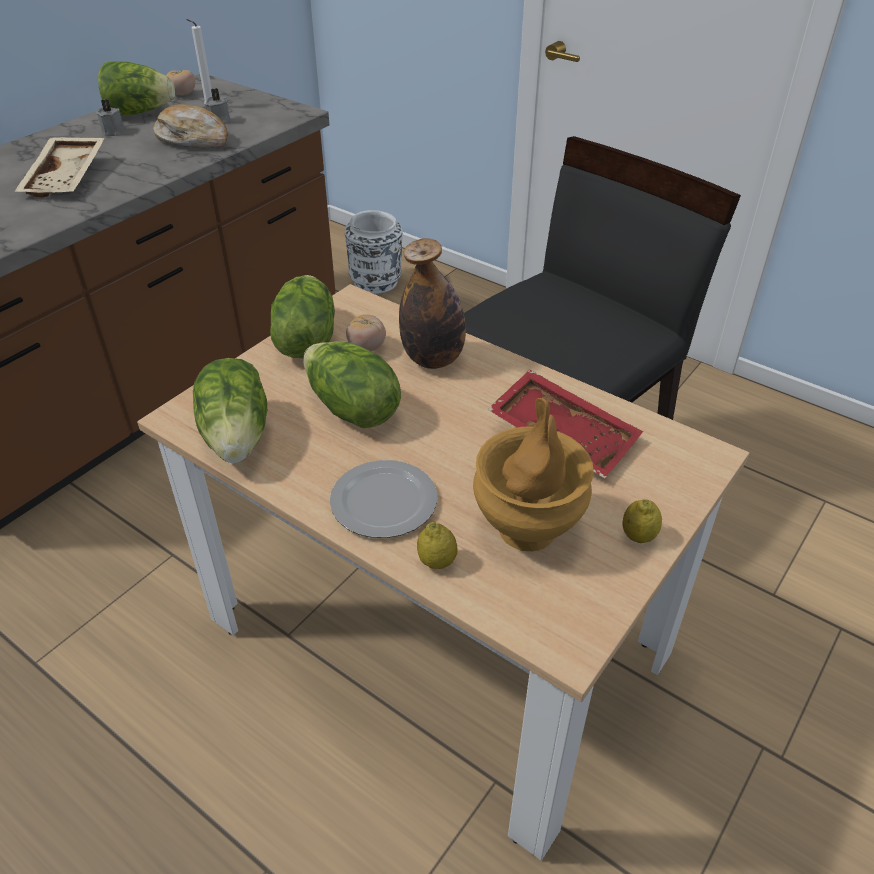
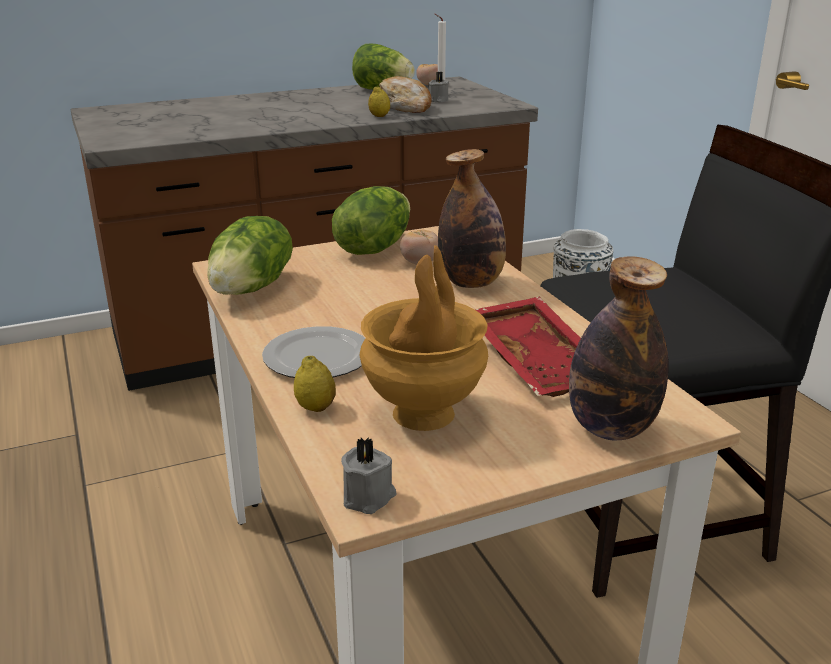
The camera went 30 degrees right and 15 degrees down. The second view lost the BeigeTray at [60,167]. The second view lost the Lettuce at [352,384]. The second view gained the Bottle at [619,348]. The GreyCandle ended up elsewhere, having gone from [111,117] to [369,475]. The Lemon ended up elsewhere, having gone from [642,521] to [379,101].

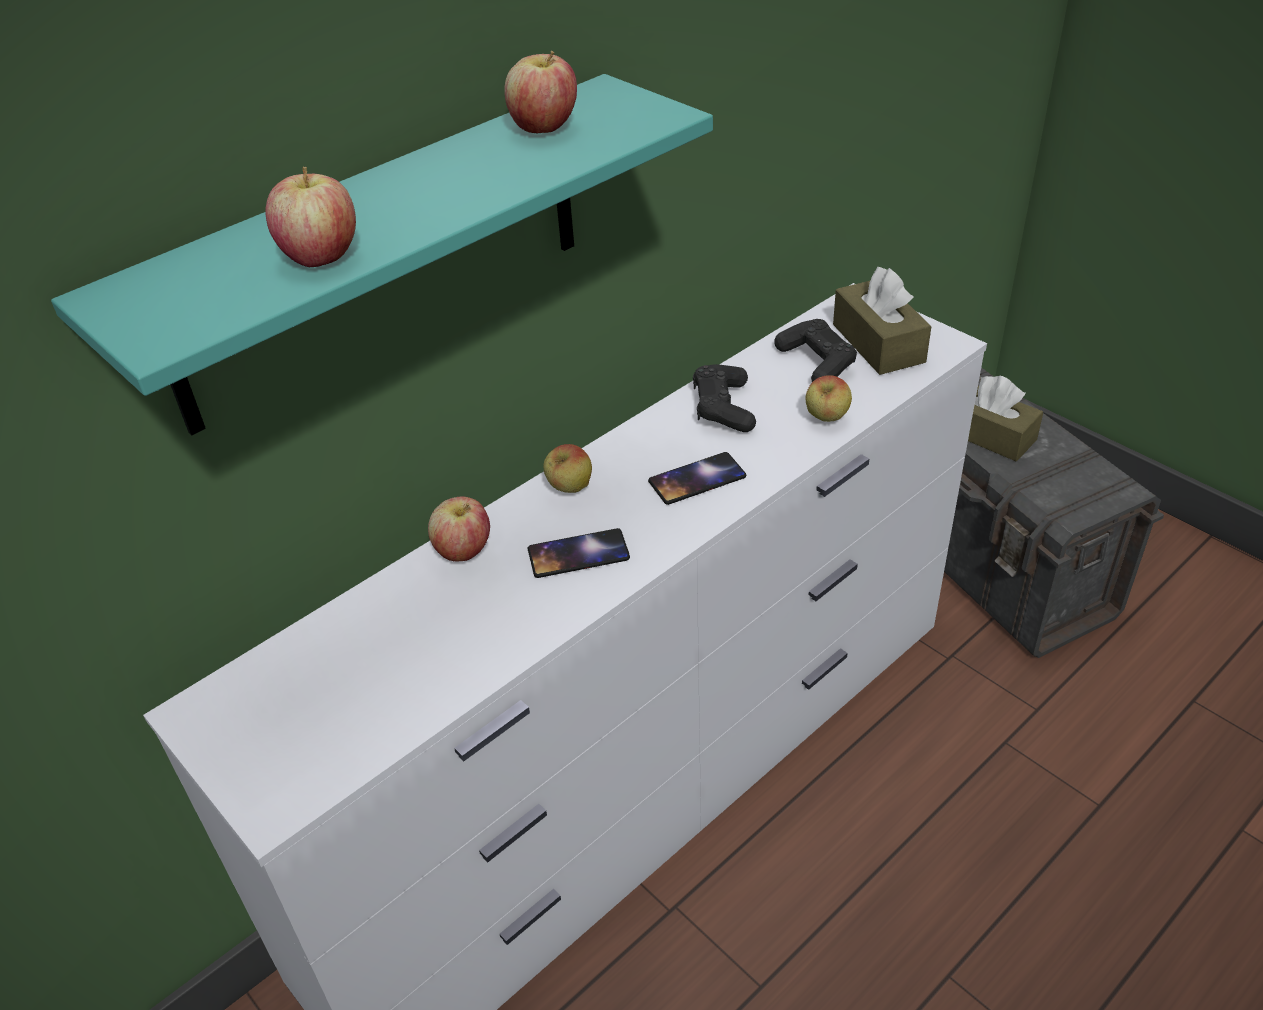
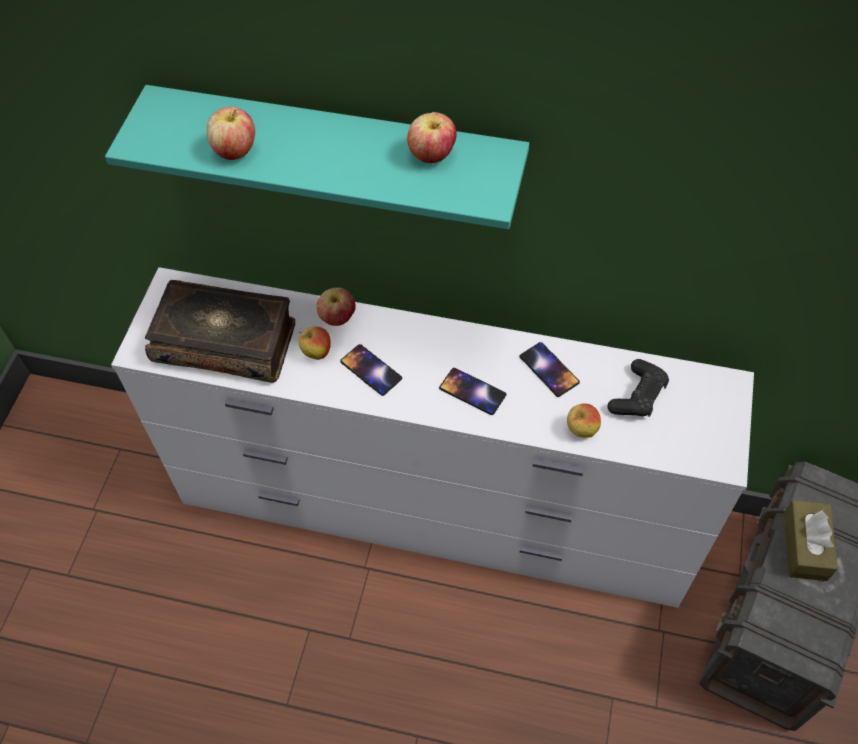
The camera went 55 degrees right and 15 degrees up. The second view lost the BrownTissueBox at [882,321]. The second view gained the Book at [220,331]. The Apple ended up elsewhere, having gone from [567,468] to [315,343]. Where the BlackGameController stood at [724,398], the Phone came to stand at [550,369].

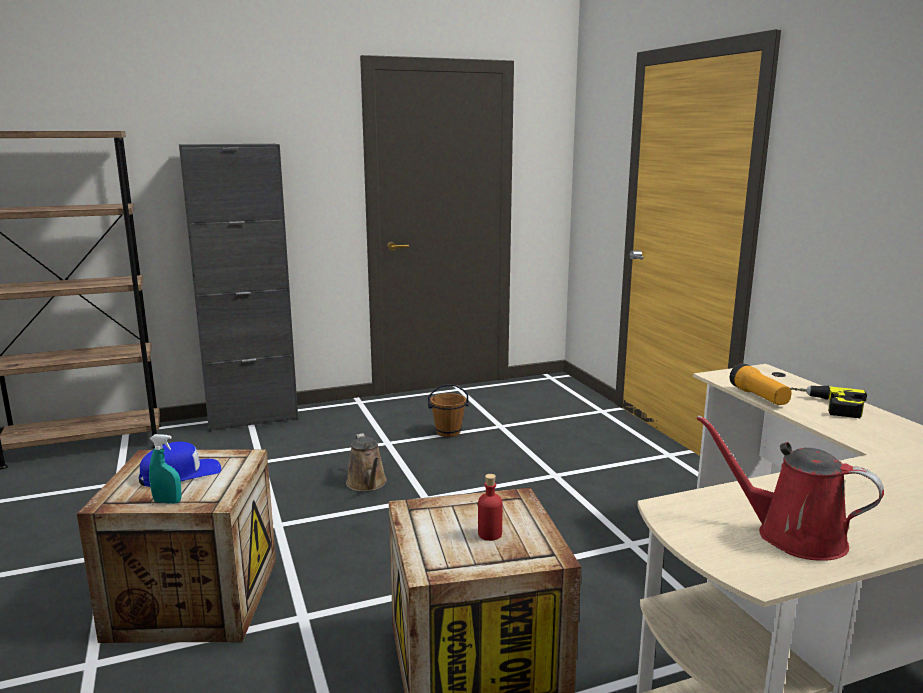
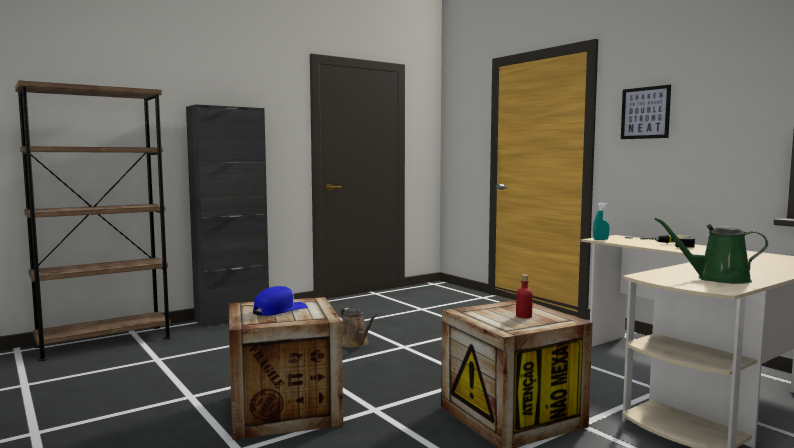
The camera went 15 degrees left and 10 degrees down. The second view lost the BrownBucket at [448,410]. The second view lost the Flashlight at [760,384]. The second view gained the Picture at [646,112]. The TurquoiseSprayBottle ended up elsewhere, having gone from [165,469] to [601,221]. What was the RedWateringCan at [790,488] turned into the GreenWateringCan at [711,250].

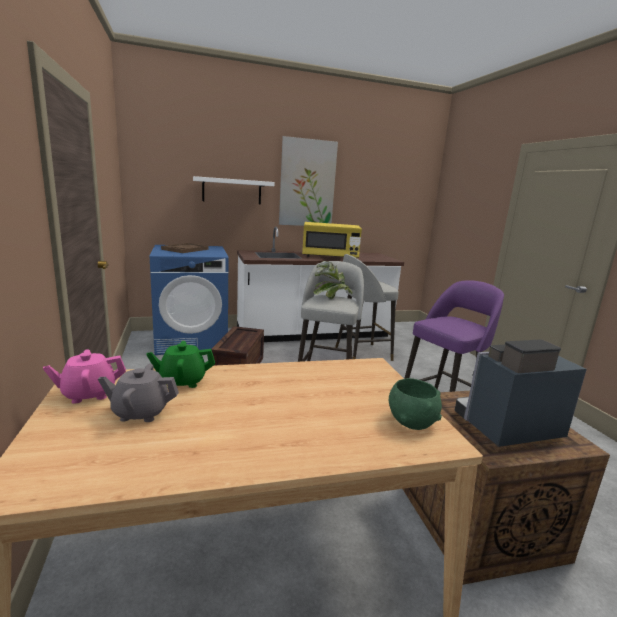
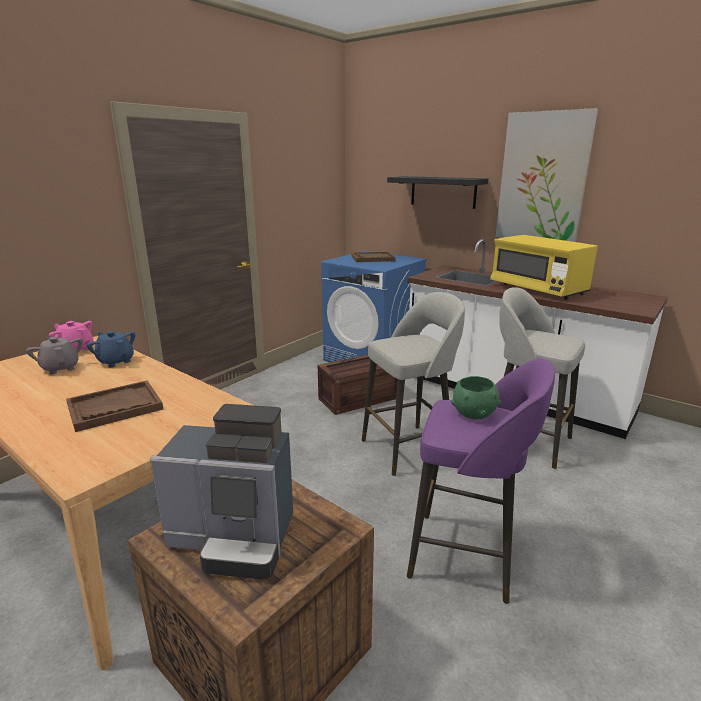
The camera went 55 degrees right and 5 degrees up. The second view lost the PottedPlant at [332,280]. The second view gained the BrownTray at [114,406]. The GreenBowl ended up elsewhere, having gone from [415,404] to [476,397]. What was the GreenTeapot at [180,364] turned into the BlueTeapot at [111,349]. What was the WhiteShelf at [234,190] turned into the BlackShelf at [437,192]. The CoffeeMachine at [521,393] ended up facing another way, 150 degrees clockwise from before.

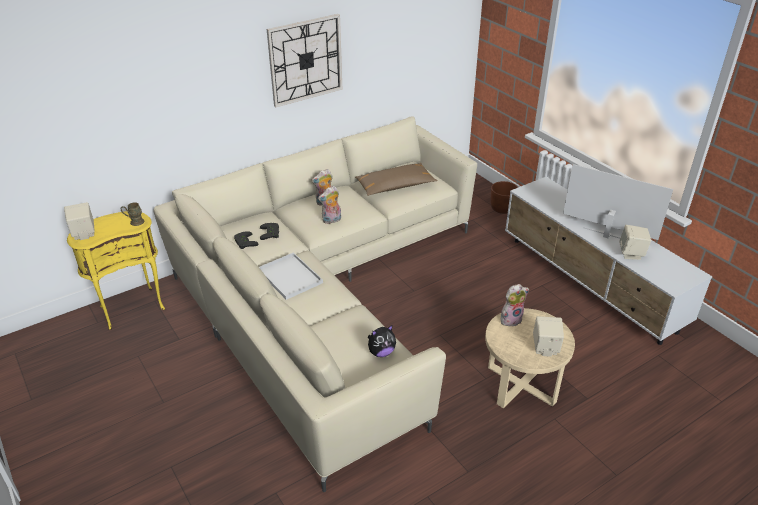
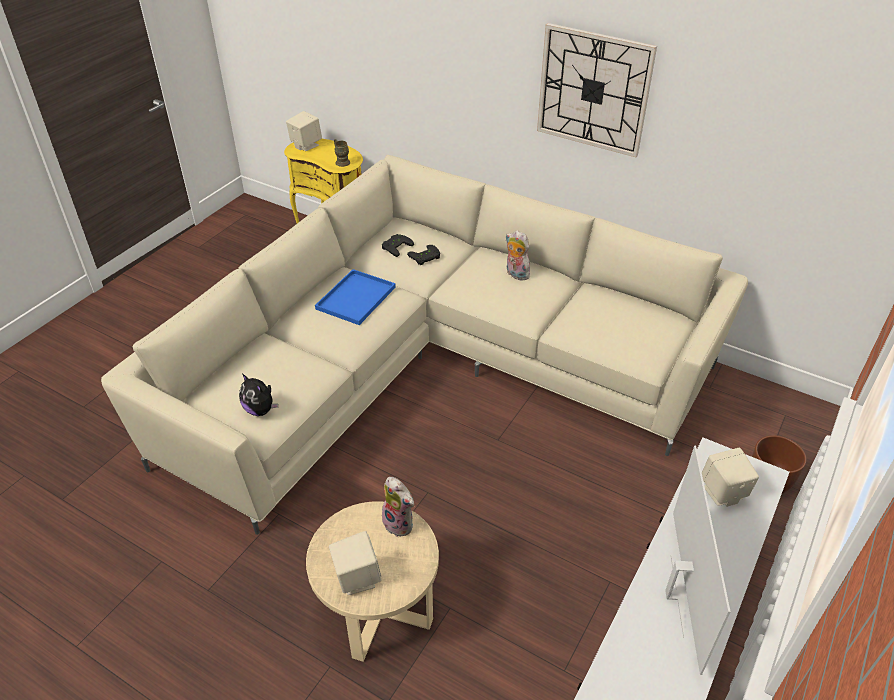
The camera went 65 degrees right and 5 degrees up. The second view lost the PlushToy at [329,205]. The second view lost the BrownPillow at [396,179]. The BeigeSpeaker ended up elsewhere, having gone from [635,242] to [730,477]. What was the WhiteTray at [291,276] turned into the BlueTray at [355,297].

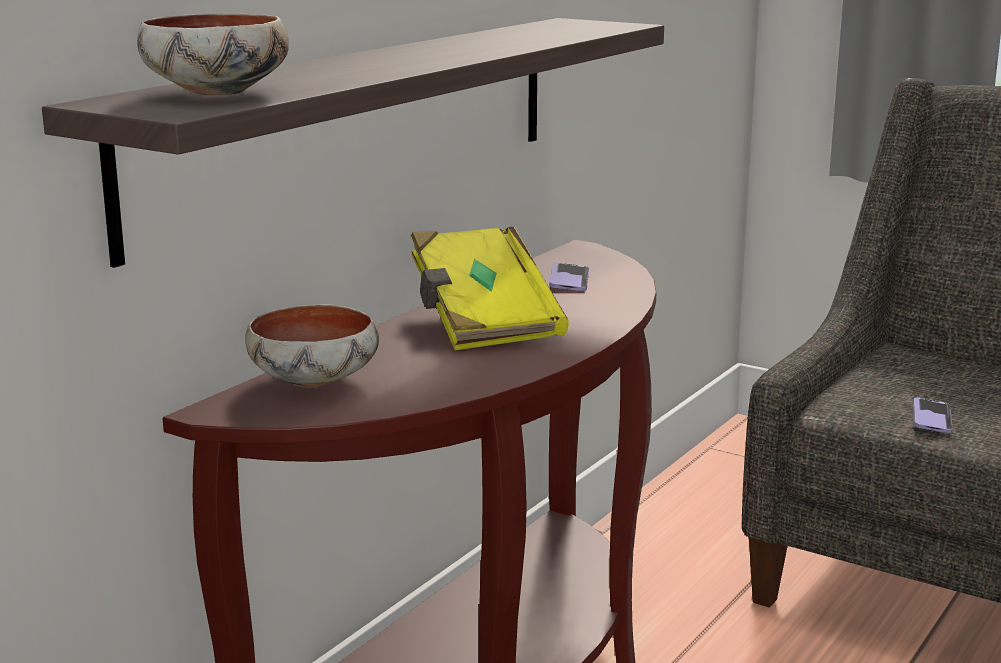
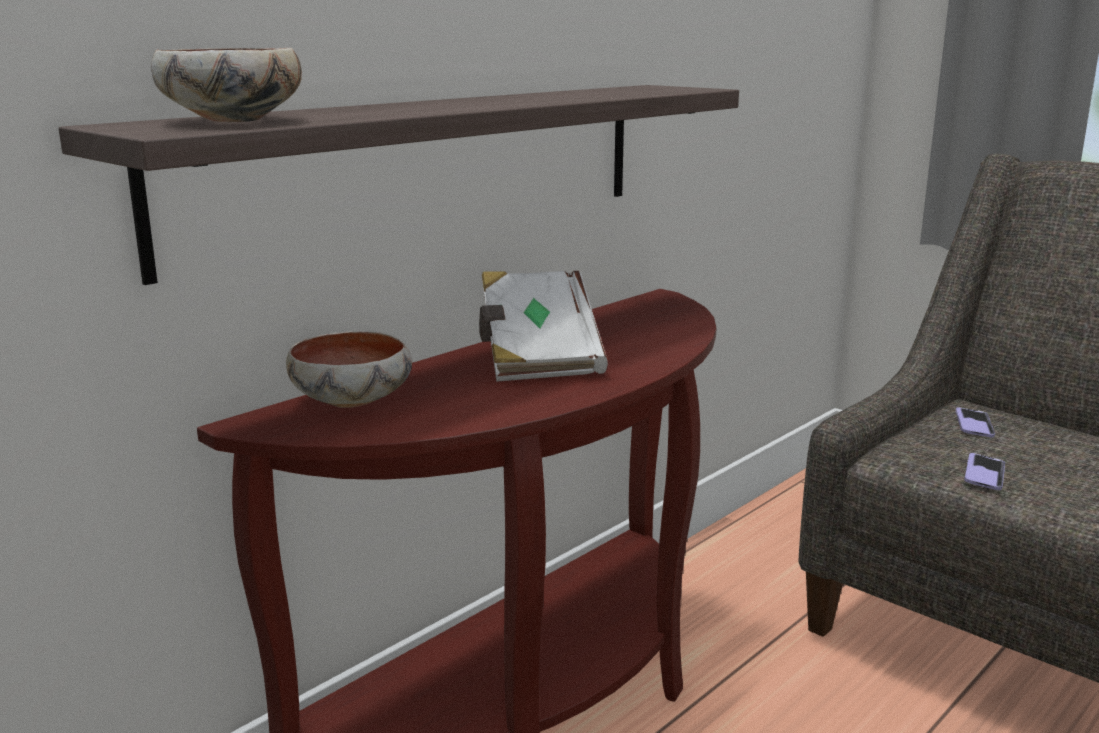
The camera went 10 degrees right and 0 degrees up. The Phone ended up elsewhere, having gone from [569,277] to [975,422]. What was the YellowBook at [490,288] turned into the WhiteBook at [543,326].

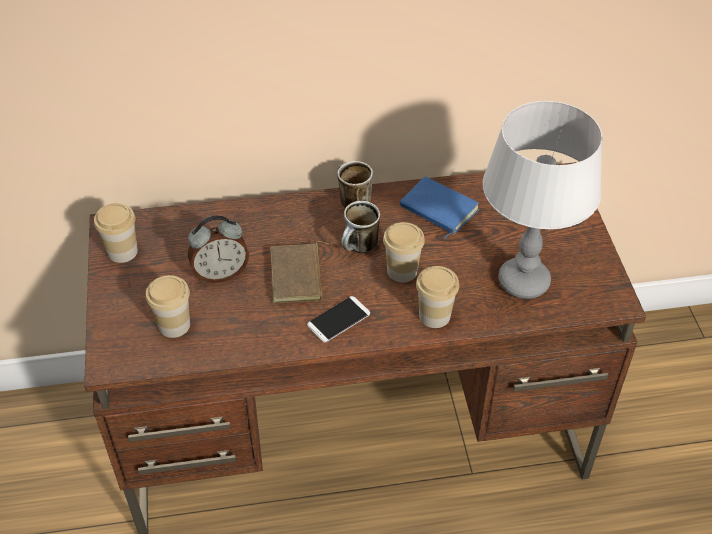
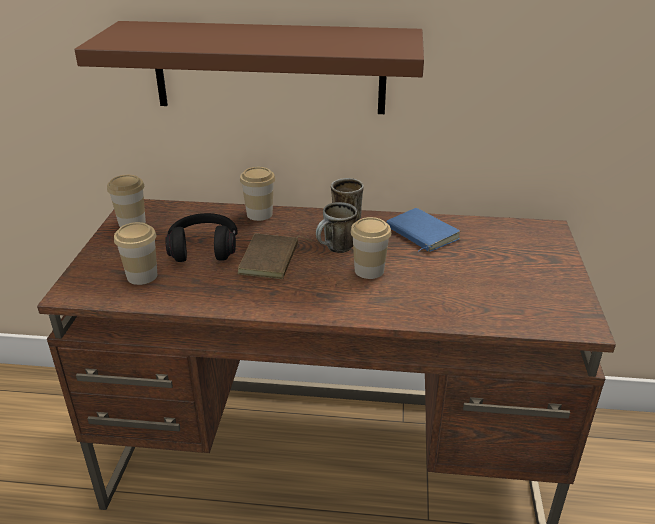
The camera went 15 degrees right and 15 degrees down. The second view lost the Phone at [338,319]. The second view lost the GreyTableLamp at [543,200]. The second view gained the BrownShelf at [249,67]. The Cup ended up elsewhere, having gone from [437,297] to [257,194]. Where the AlarmClock stood at [218,249], the BlackHeadphones came to stand at [201,237].

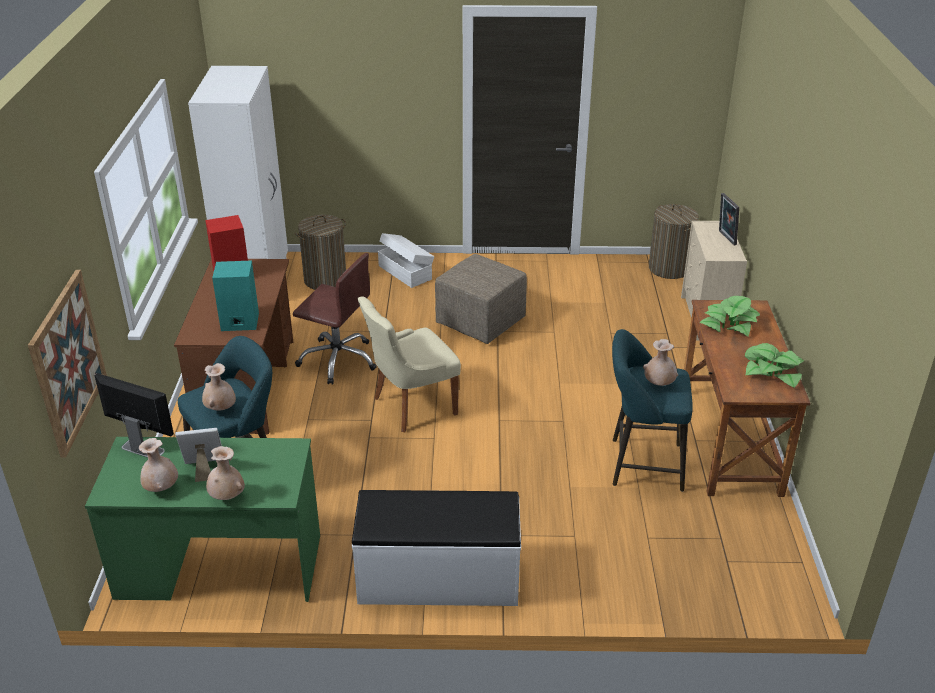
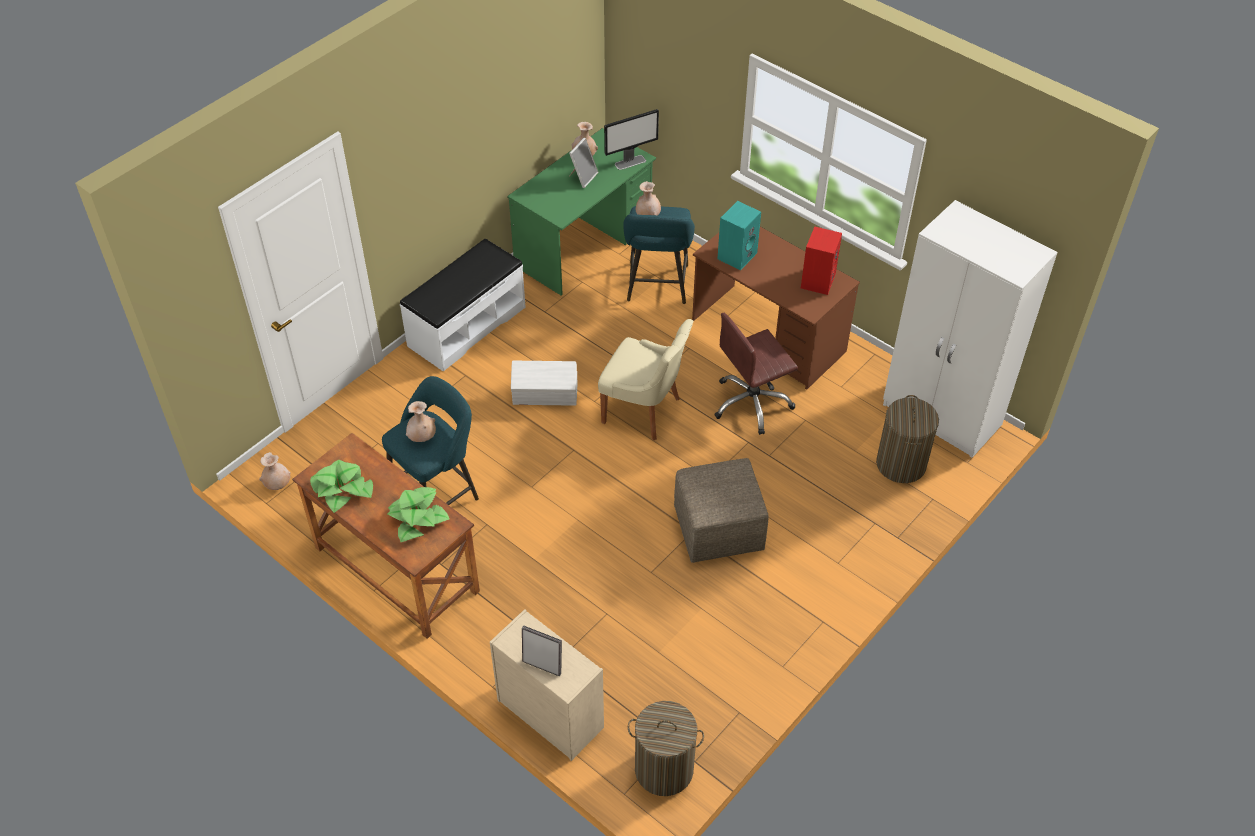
The camera went 130 degrees right and 15 degrees up. The second view lost the Picture at [67,364]. The BeigeVase ended up elsewhere, having gone from [225,473] to [275,471]. The WhiteStorageBox ended up elsewhere, having gone from [406,260] to [544,383]. The BeigeChair at [409,364] ended up facing another way, 105 degrees clockwise from before.

